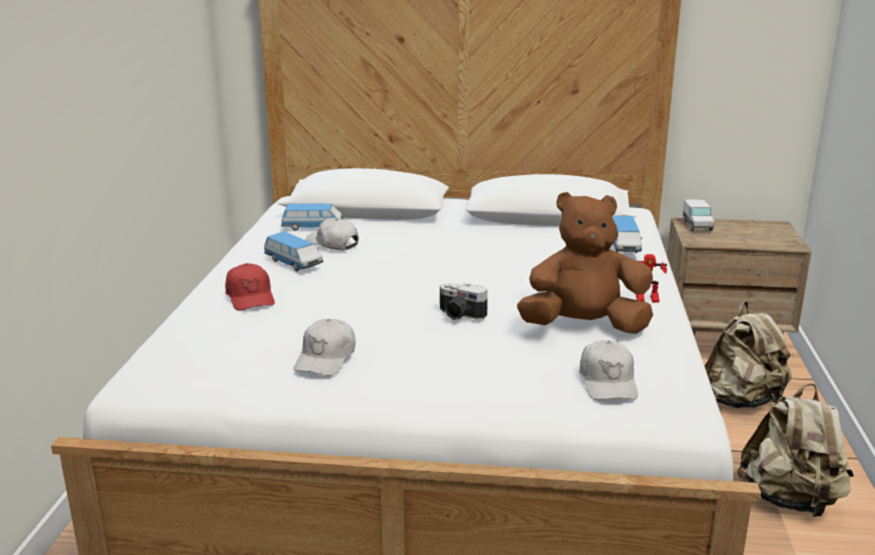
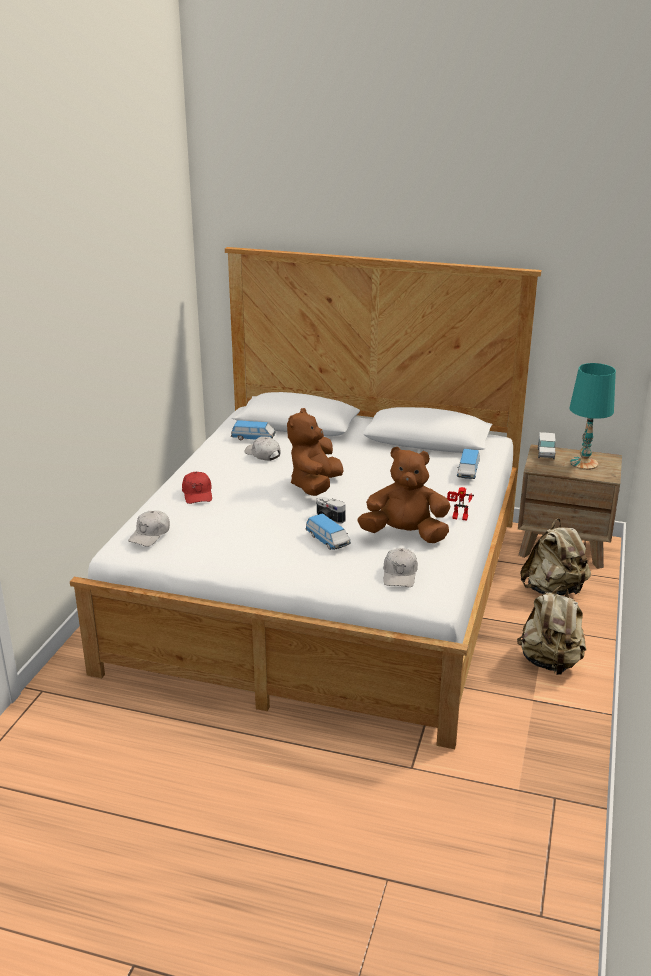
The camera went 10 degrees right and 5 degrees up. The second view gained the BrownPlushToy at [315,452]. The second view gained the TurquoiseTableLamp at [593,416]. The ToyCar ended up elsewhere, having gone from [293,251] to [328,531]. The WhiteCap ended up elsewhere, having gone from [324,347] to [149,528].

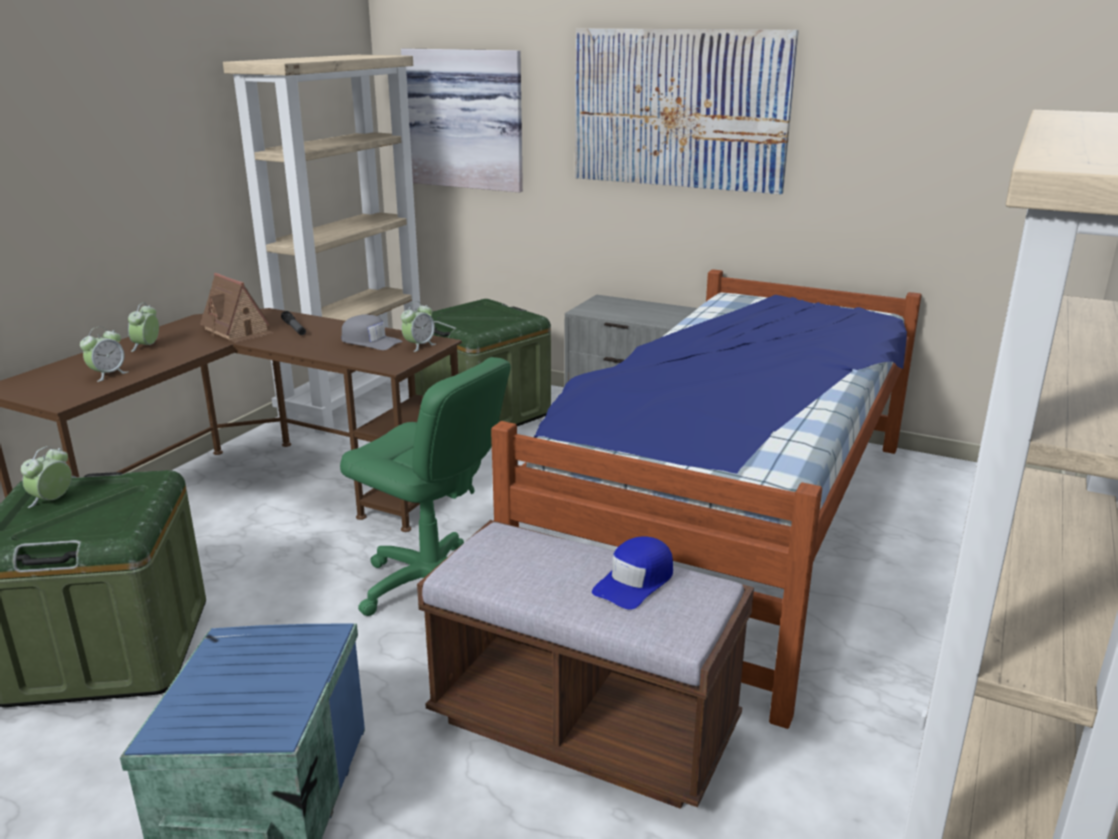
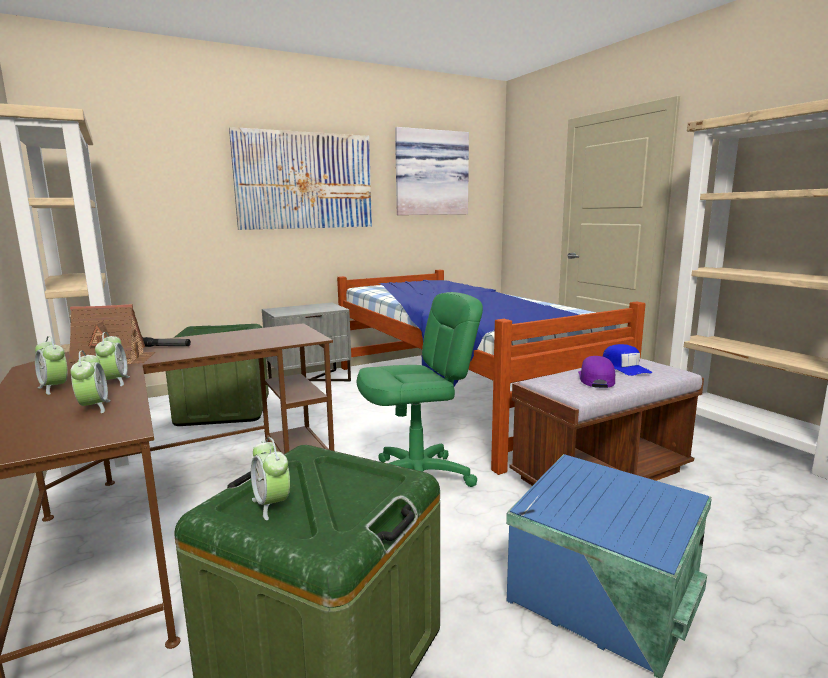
The camera went 55 degrees left and 10 degrees down. The second view lost the GreyCap at [372,332]. The second view gained the PurpleCap at [596,372]. The Picture ended up elsewhere, having gone from [462,121] to [432,171]. The AlarmClock ended up elsewhere, having gone from [418,326] to [112,359].

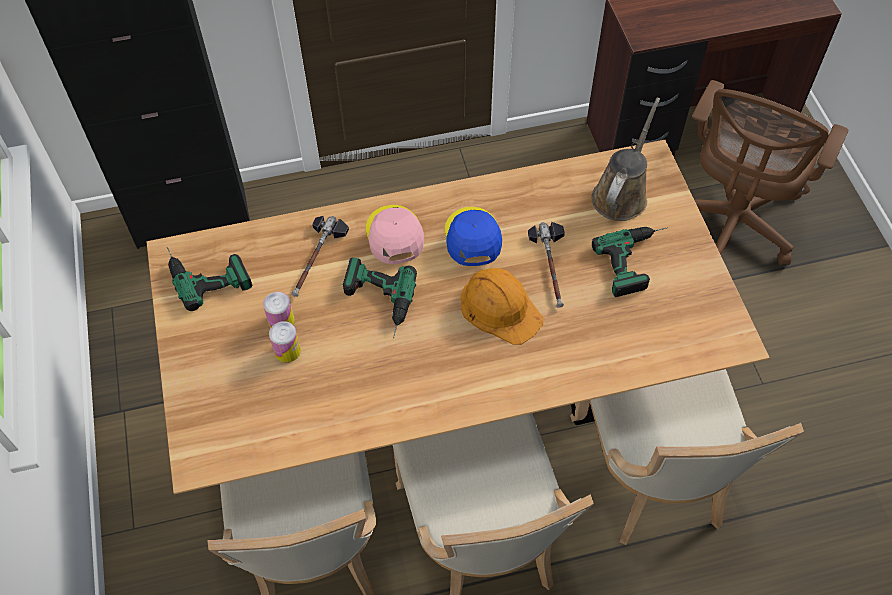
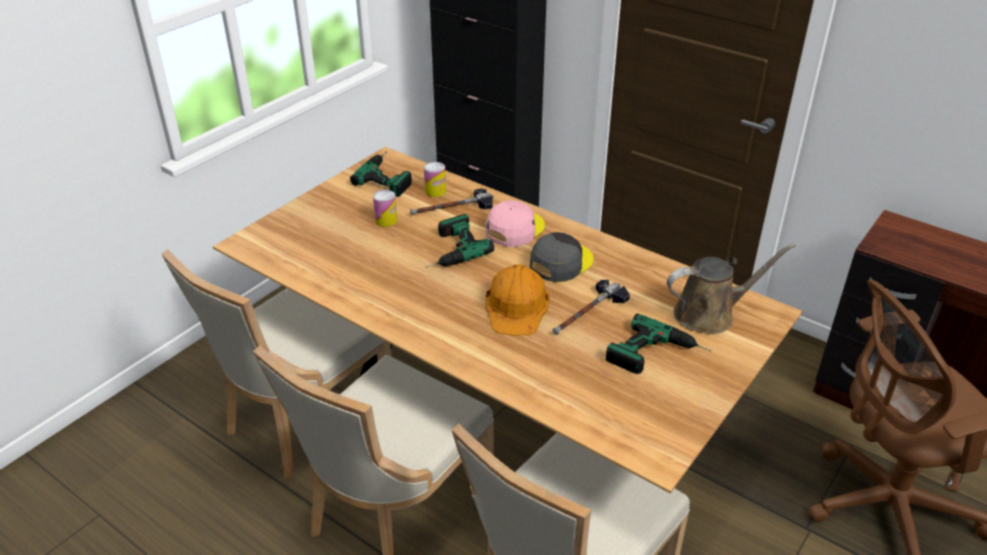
The camera went 50 degrees right and 20 degrees down. The Can ended up elsewhere, having gone from [285,342] to [435,179]. What was the BlueCap at [473,236] turned into the GreyCap at [561,257].

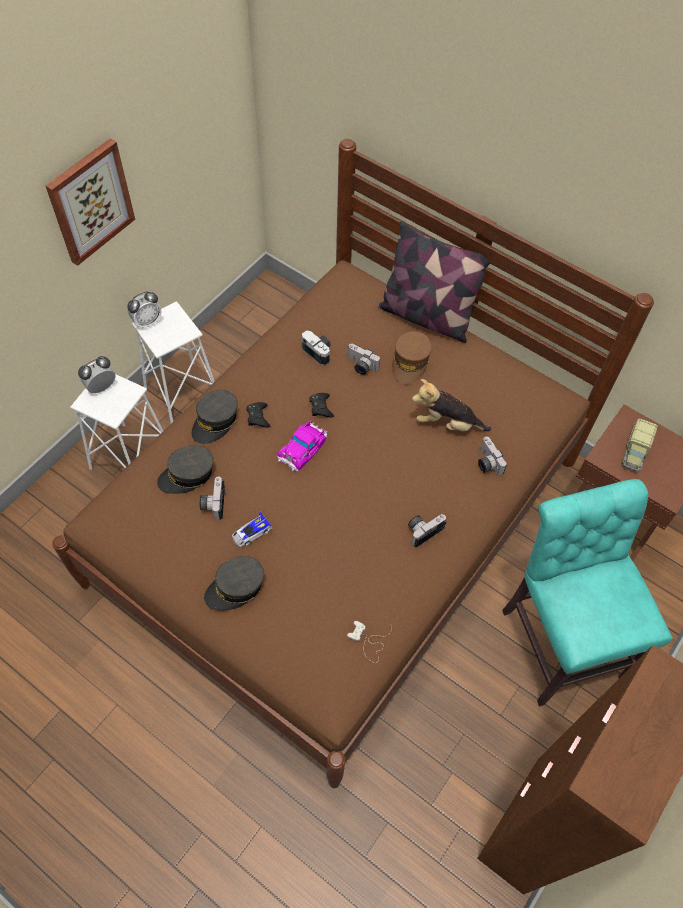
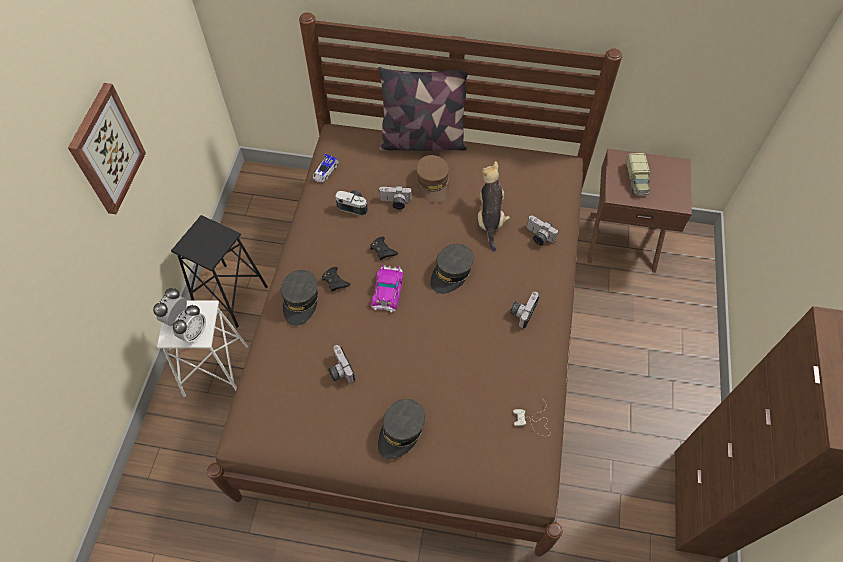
The camera went 25 degrees left and 0 degrees up. The second view lost the TurquoiseChair at [587,592]. The AlarmClock ended up elsewhere, having gone from [144,310] to [189,324]. The GreyCap ended up elsewhere, having gone from [185,469] to [452,269]. The ToyCar ended up elsewhere, having gone from [252,529] to [326,168]. What was the WhiteStool at [173,362] turned into the BlackStool at [219,271]. The PlushToy at [451,405] ended up facing another way, 105 degrees clockwise from before.

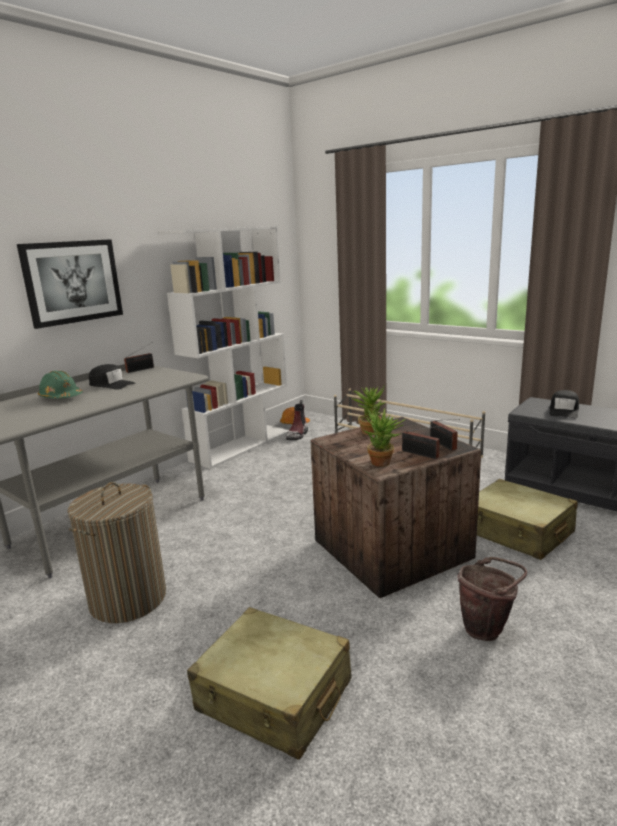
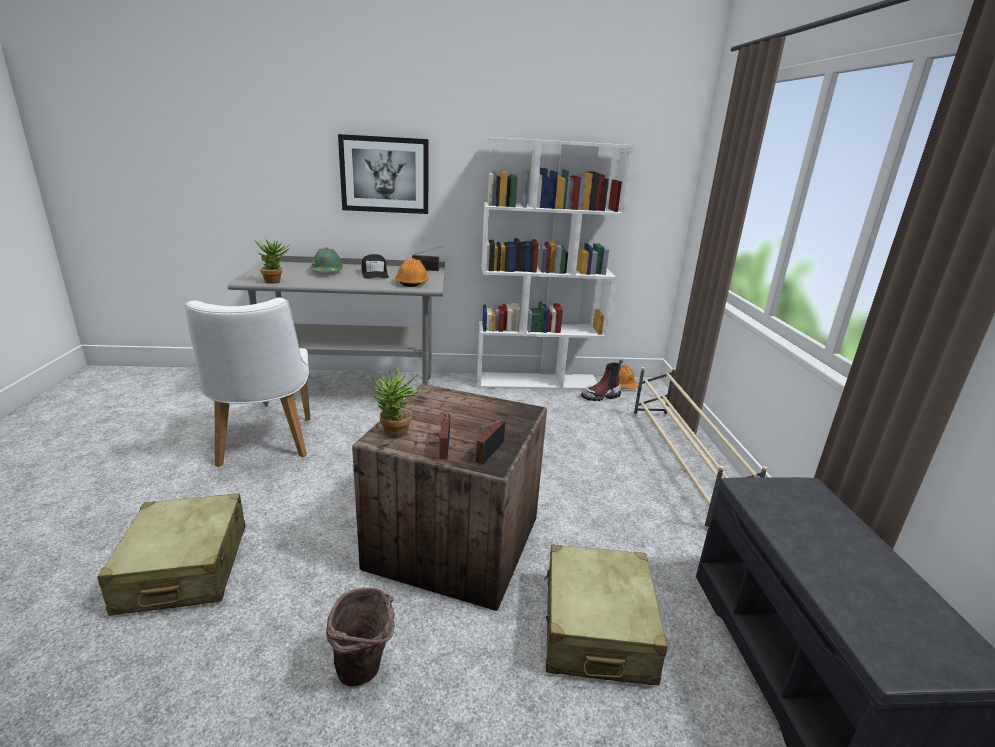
The camera went 45 degrees right and 5 degrees up. The second view lost the BlackCap at [564,404]. The second view gained the OrangeHardHat at [412,272]. The PottedPlant ended up elsewhere, having gone from [368,409] to [273,261]. Where the LaundryBasket stood at [116,552], the WhiteChair came to stand at [247,382].

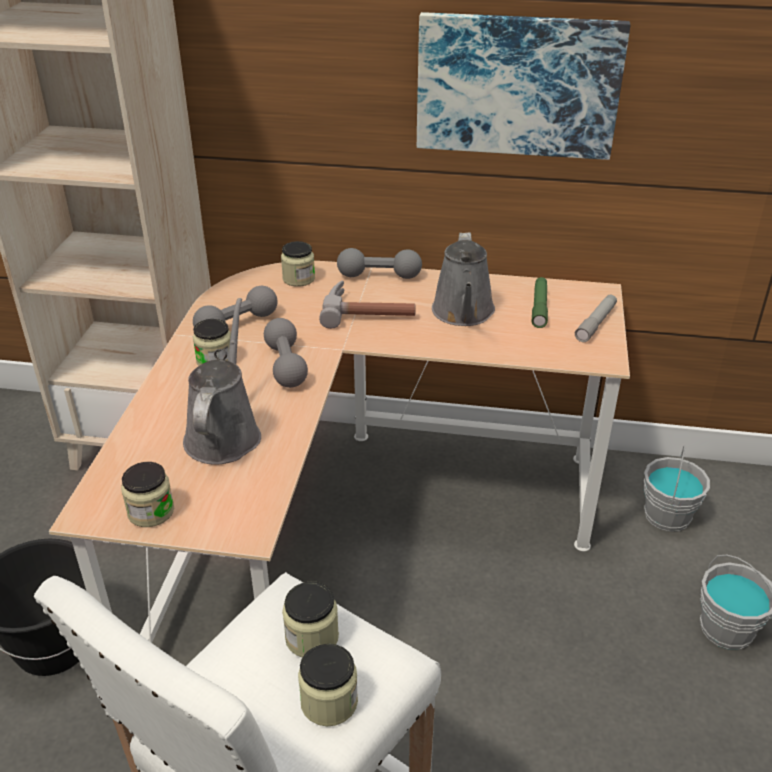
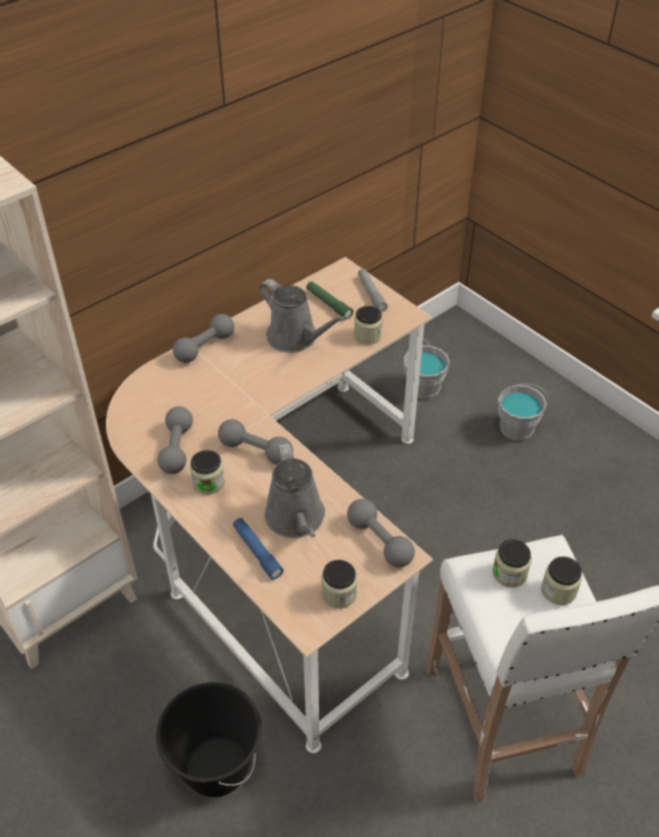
The camera went 50 degrees left and 10 degrees up. The second view lost the Hammer at [367,304]. The second view lost the Picture at [523,86]. The second view gained the BlueFlashlight at [258,549]. The second view gained the GreyDumbbell at [381,533]. The Jar ended up elsewhere, having gone from [298,264] to [368,325]. The GreyWateringCan at [222,381] ended up facing another way, 150 degrees counterclockwise from before.

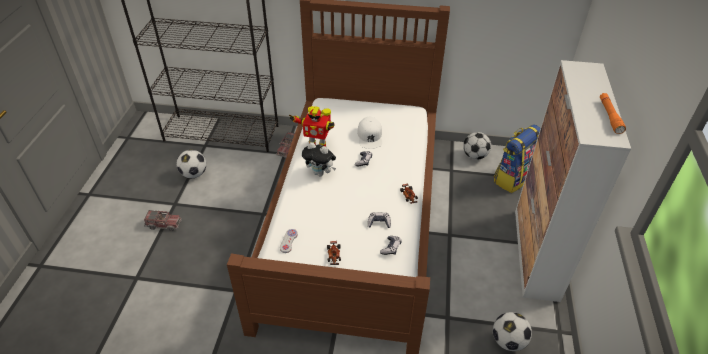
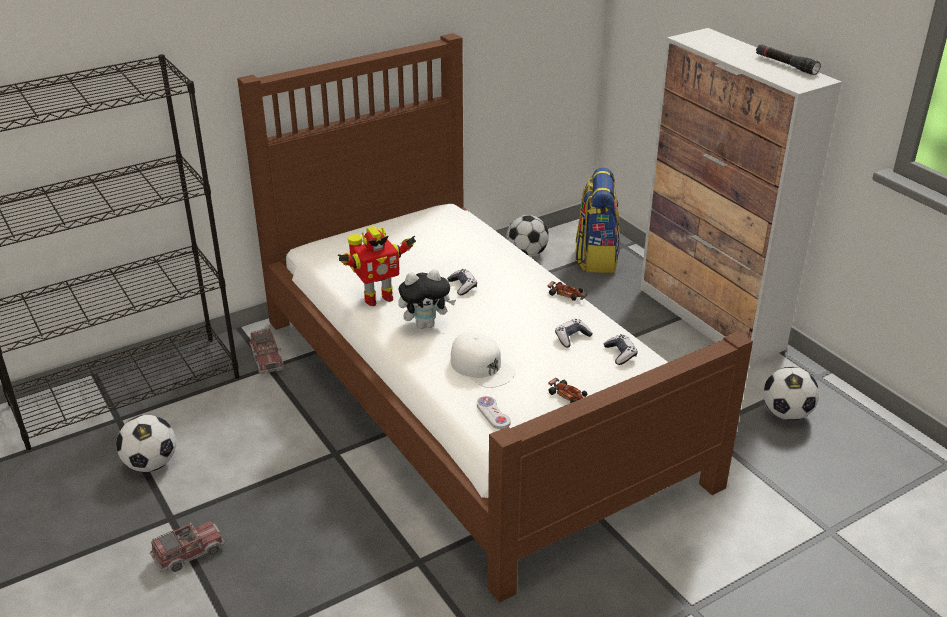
The camera went 40 degrees left and 10 degrees down. The WhiteCap ended up elsewhere, having gone from [369,133] to [483,360]. What was the OrangeFlashlight at [613,113] turned into the BlackFlashlight at [788,59].

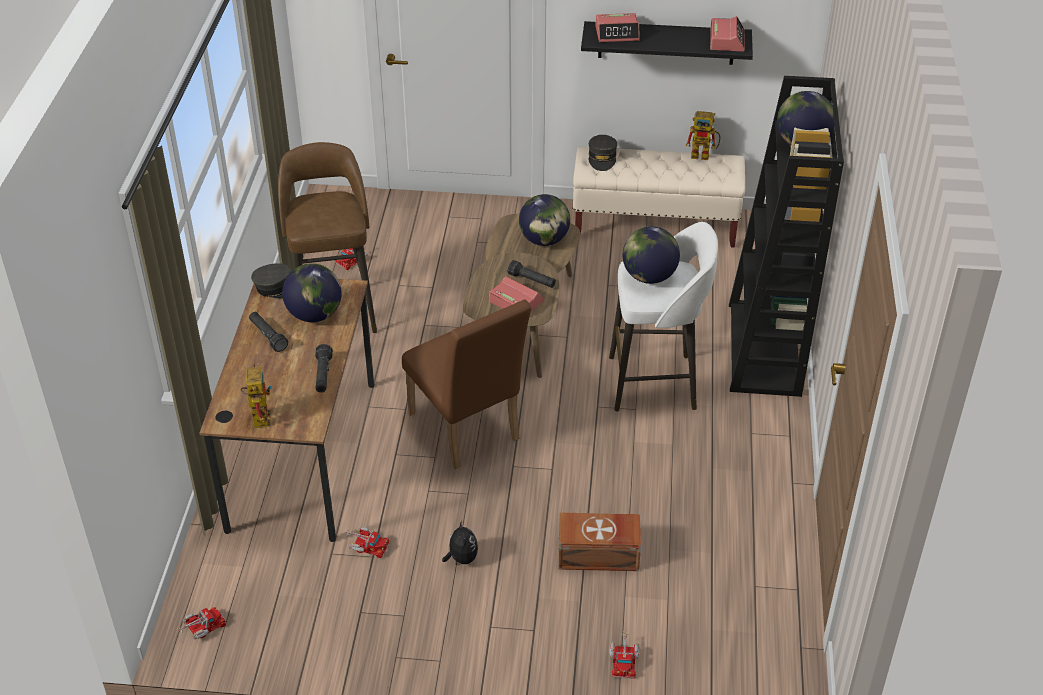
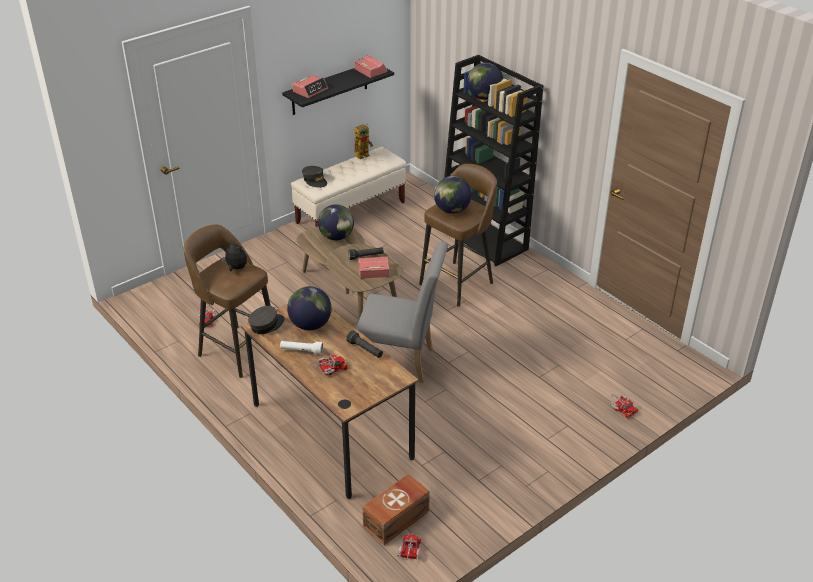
The camera went 45 degrees left and 5 degrees down. The second view lost the ToyRobot at [256,395]. The ToyTruck ended up elsewhere, having gone from [367,542] to [330,365]. The PlushToy ended up elsewhere, having gone from [460,542] to [234,256]. The BrownStorageBox ended up elsewhere, having gone from [599,542] to [396,509]. What was the BlackFlashlight at [268,332] turned into the WhiteFlashlight at [301,348]. What was the BrownChair at [466,384] turned into the GreyChair at [402,312]. What was the WhiteStool at [663,317] turned into the BrownStool at [458,235].

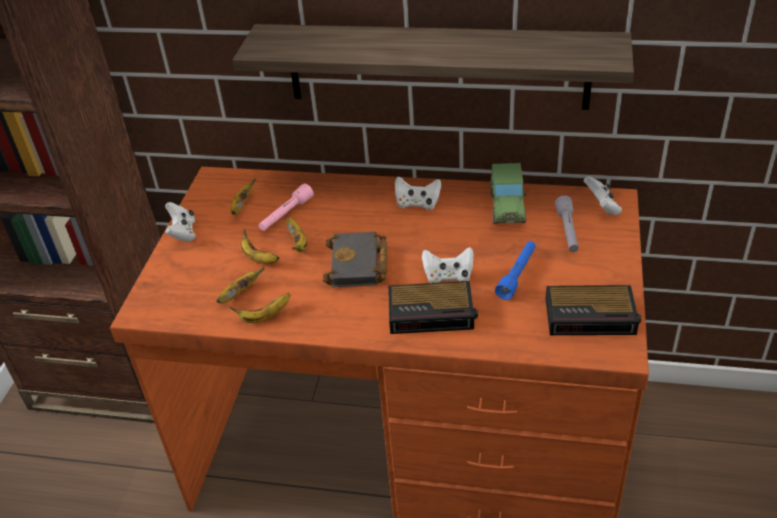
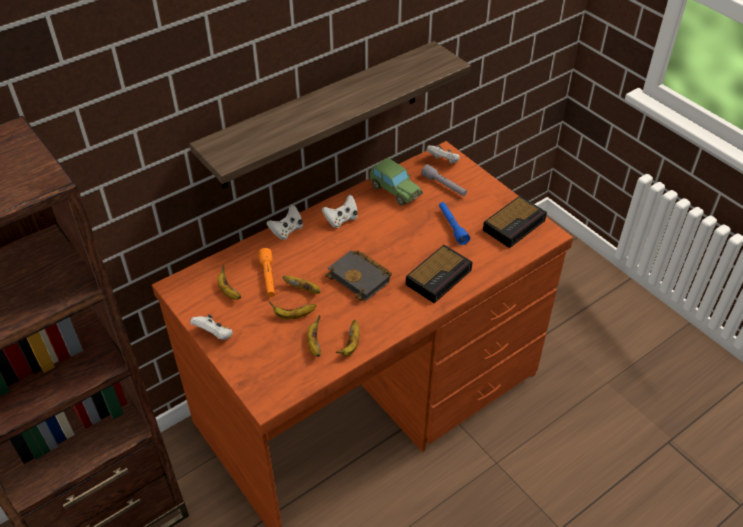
The camera went 50 degrees left and 5 degrees up. The WhiteGameController ended up elsewhere, having gone from [448,265] to [285,222]. What was the PinkFlashlight at [286,207] turned into the OrangeFlashlight at [266,272].

